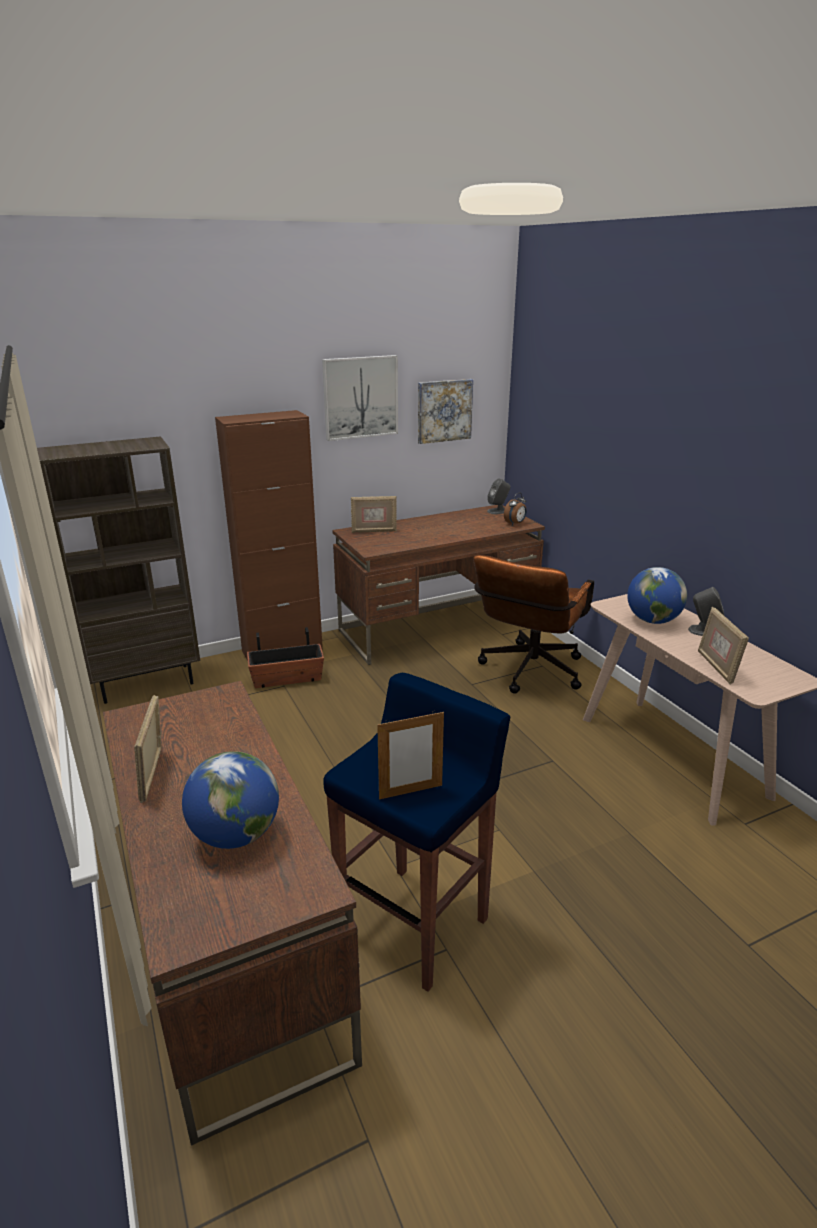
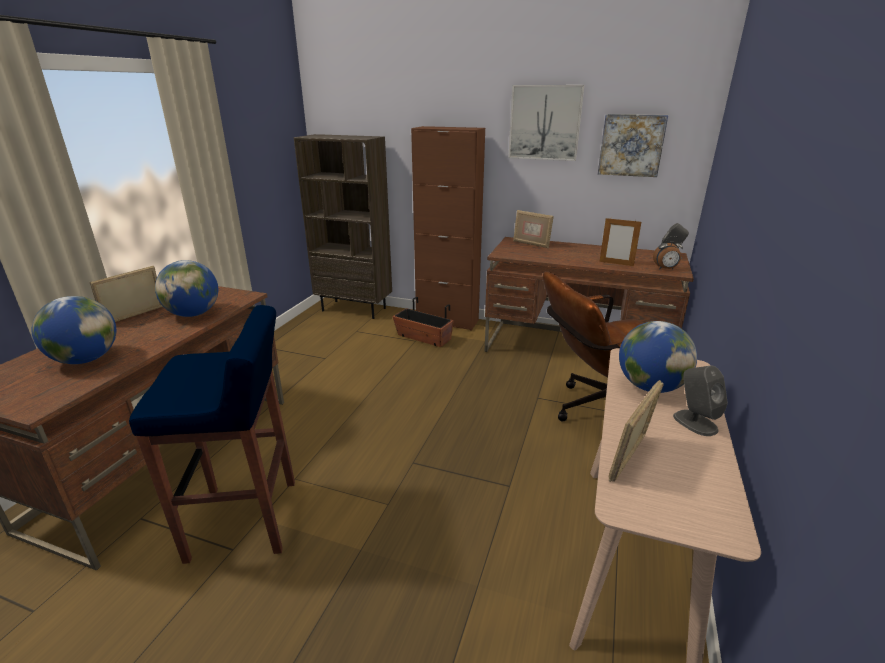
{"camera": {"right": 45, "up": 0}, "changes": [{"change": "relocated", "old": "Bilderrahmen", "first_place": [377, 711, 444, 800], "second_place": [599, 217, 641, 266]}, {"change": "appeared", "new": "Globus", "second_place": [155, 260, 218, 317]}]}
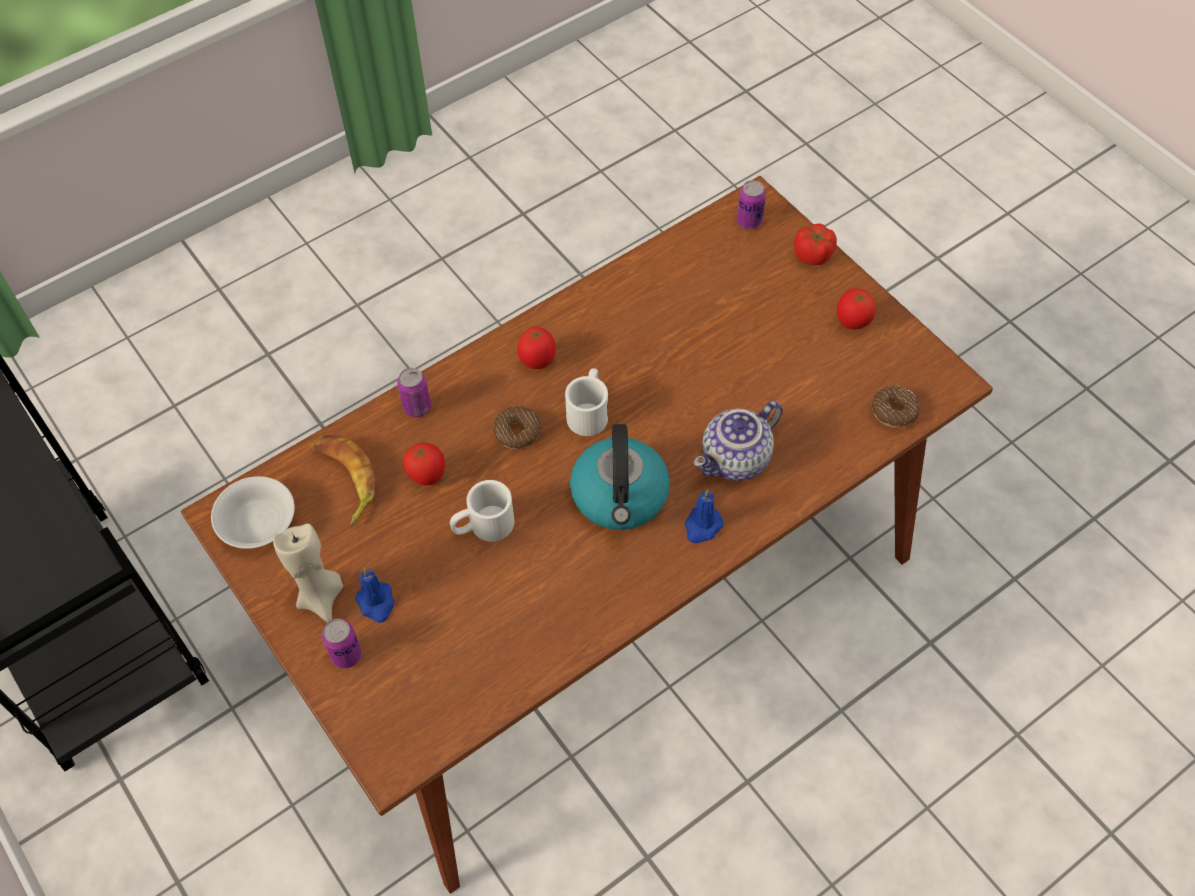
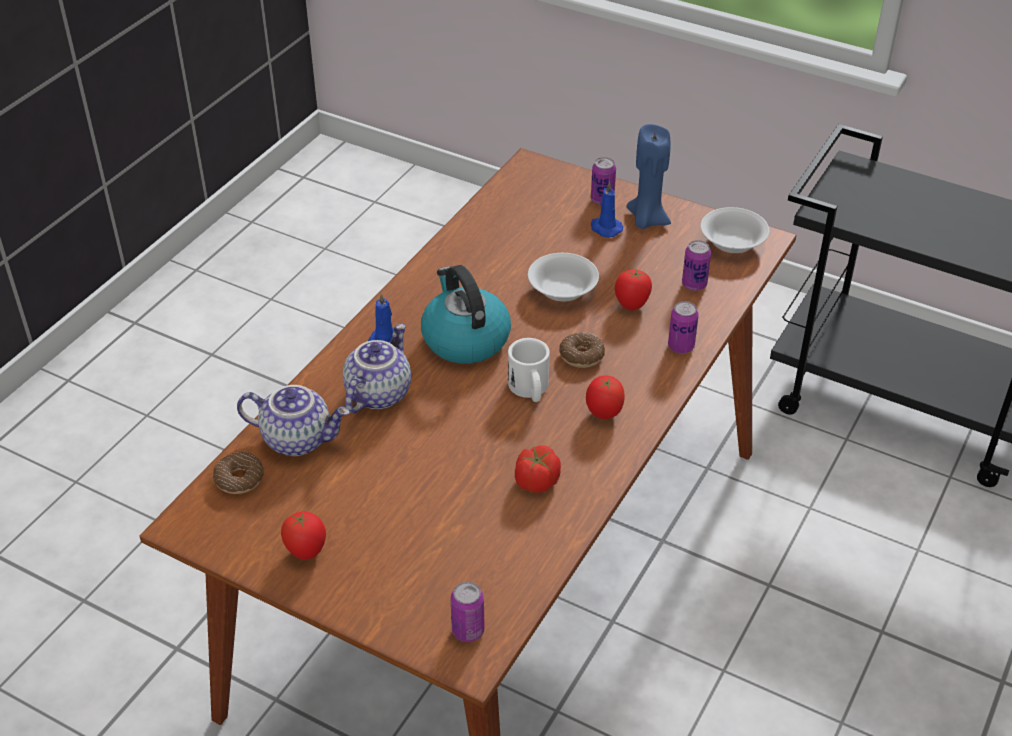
{"camera": {"right": 155, "up": -15}, "changes": [{"change": "colour", "old": "Kerze/beige", "new": "Kerze/blau", "first_place": [273, 523, 343, 622], "second_place": [627, 124, 671, 229]}, {"change": "exchanged", "old": "Banane", "new": "Dose", "first_place": [311, 435, 375, 525], "second_place": [682, 240, 711, 291]}, {"change": "exchanged", "old": "Henkelbecher/weiß", "new": "Schüssel/weiß", "first_place": [450, 480, 514, 542], "second_place": [528, 253, 599, 301]}, {"change": "relocated", "old": "Tomate", "first_place": [794, 223, 837, 265], "second_place": [515, 445, 561, 493]}, {"change": "appeared", "new": "Teekanne", "second_place": [237, 385, 350, 456]}]}
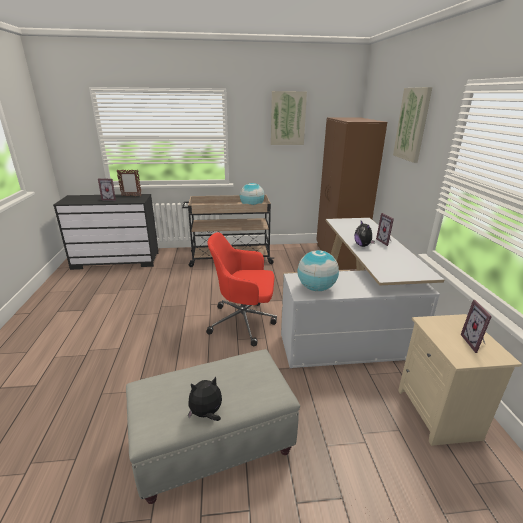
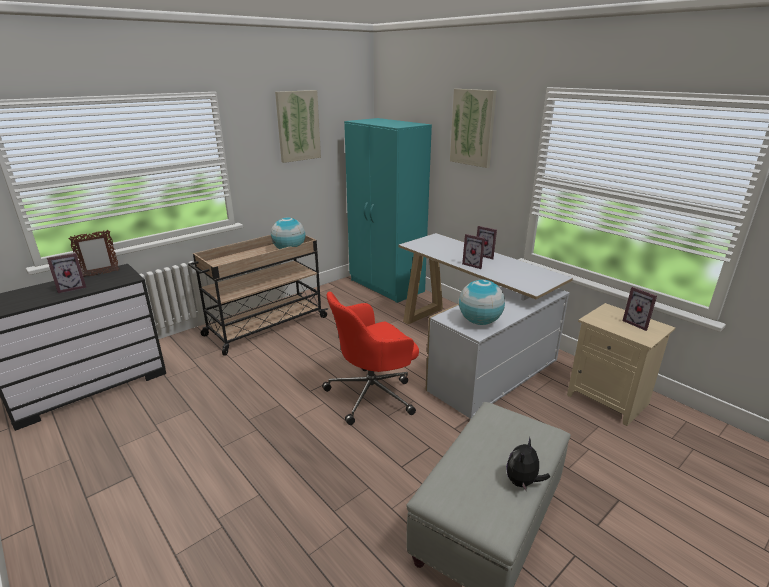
{"camera": {"right": -35, "up": 0}, "changes": [{"change": "colour", "old": "Kleiderschrank/braun", "new": "Kleiderschrank/türkis", "first_place": [316, 117, 387, 270], "second_place": [344, 118, 432, 303]}, {"change": "exchanged", "old": "Plüschtier", "new": "Bilderrahmen", "first_place": [354, 221, 375, 247], "second_place": [462, 234, 485, 269]}]}
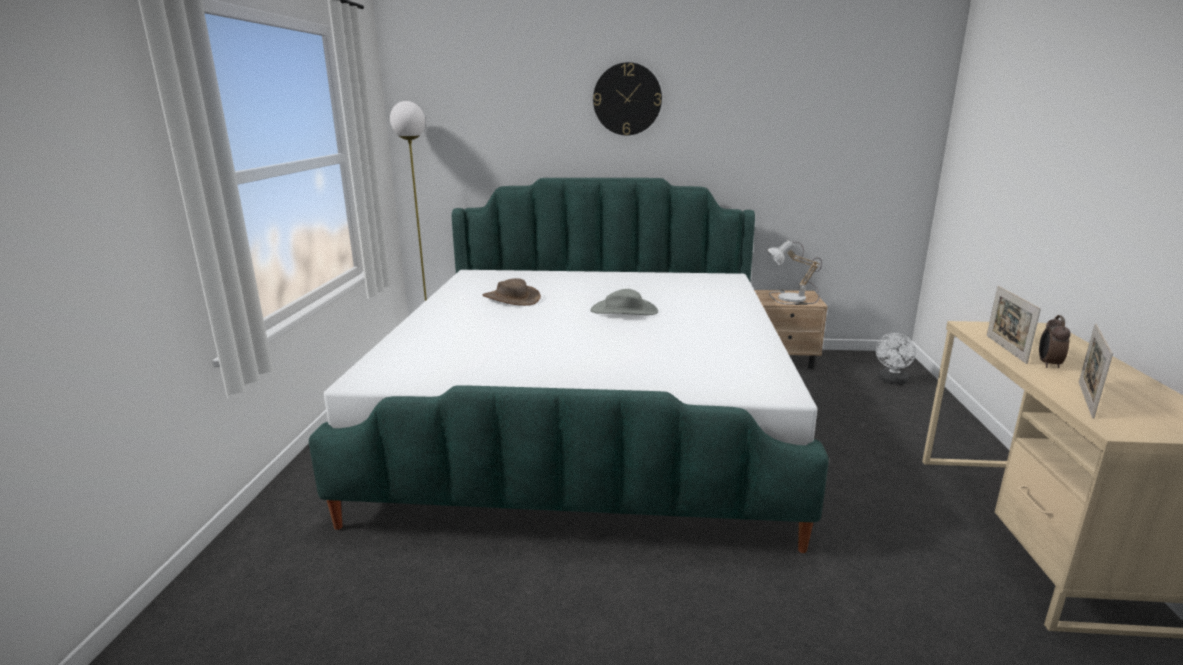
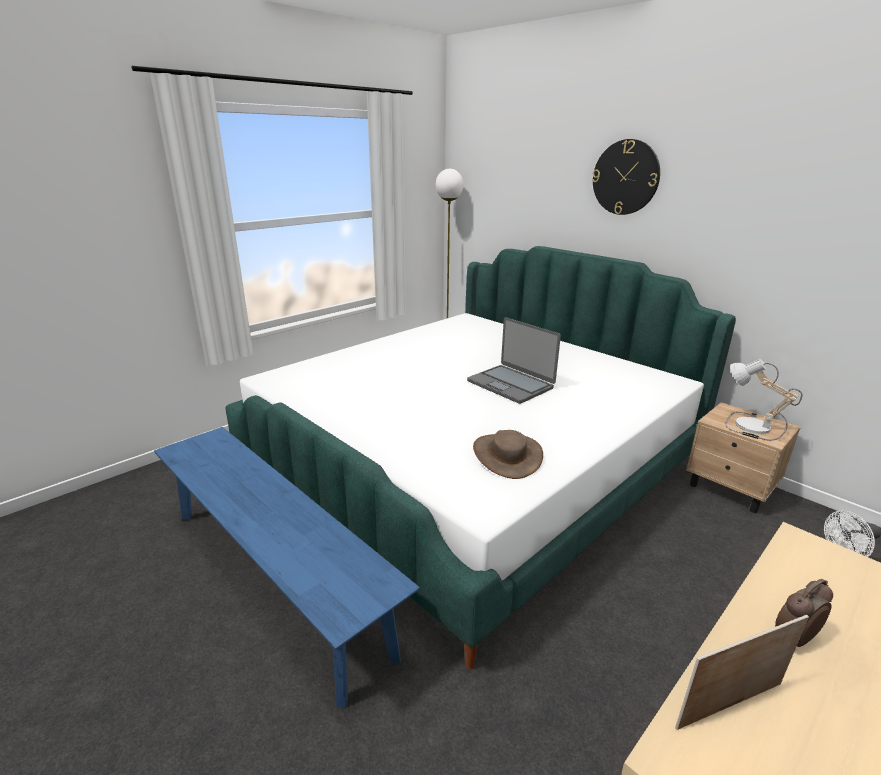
{"camera": {"right": 40, "up": 5}, "changes": [{"change": "relocated", "old": "Hut/braun", "first_place": [482, 278, 541, 306], "second_place": [473, 430, 543, 479]}, {"change": "exchanged", "old": "Hut/grau", "new": "Laptop", "first_place": [590, 289, 658, 315], "second_place": [467, 317, 561, 404]}, {"change": "missing", "old": "Bilderrahmen", "first_place": [987, 286, 1041, 364]}, {"change": "appeared", "new": "Bank/blau", "second_place": [154, 427, 420, 708]}]}
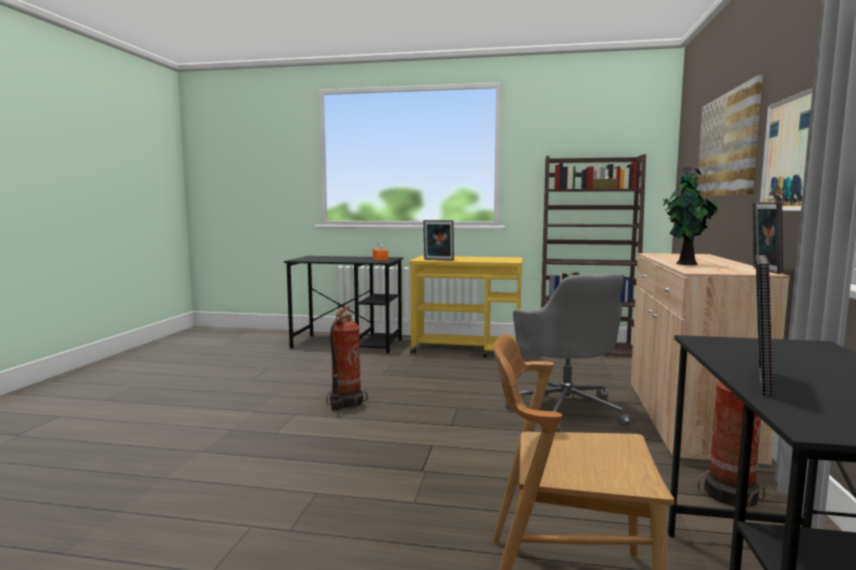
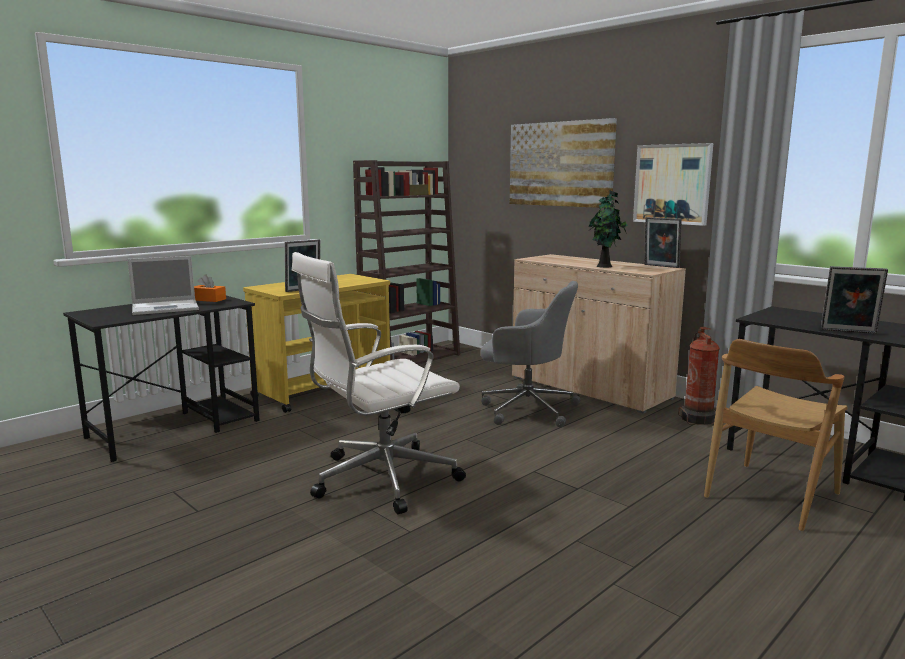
{"camera": {"right": -55, "up": 5}, "changes": [{"change": "exchanged", "old": "Feuerlöscher", "new": "Bürostuhl/weiß", "first_place": [326, 306, 368, 411], "second_place": [292, 252, 466, 514]}, {"change": "spun", "old": "Bilderrahmen", "first_place": [755, 255, 773, 396], "second_place": [821, 266, 888, 334], "degrees": -45}, {"change": "appeared", "new": "Laptop", "second_place": [127, 256, 199, 315]}]}
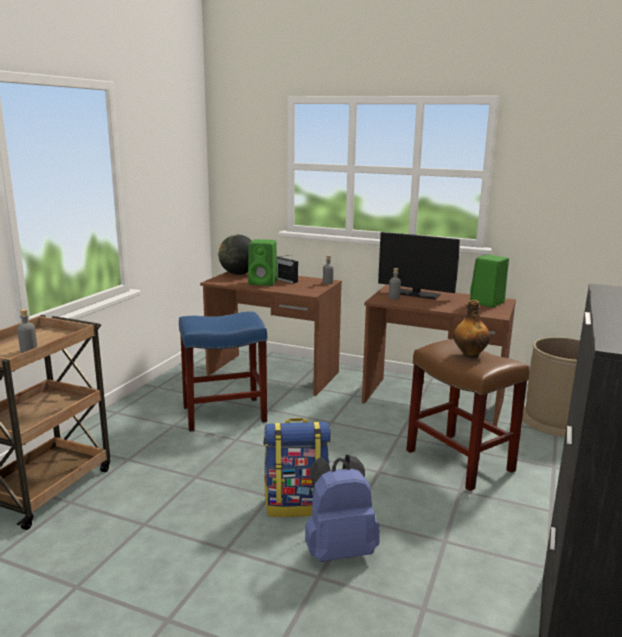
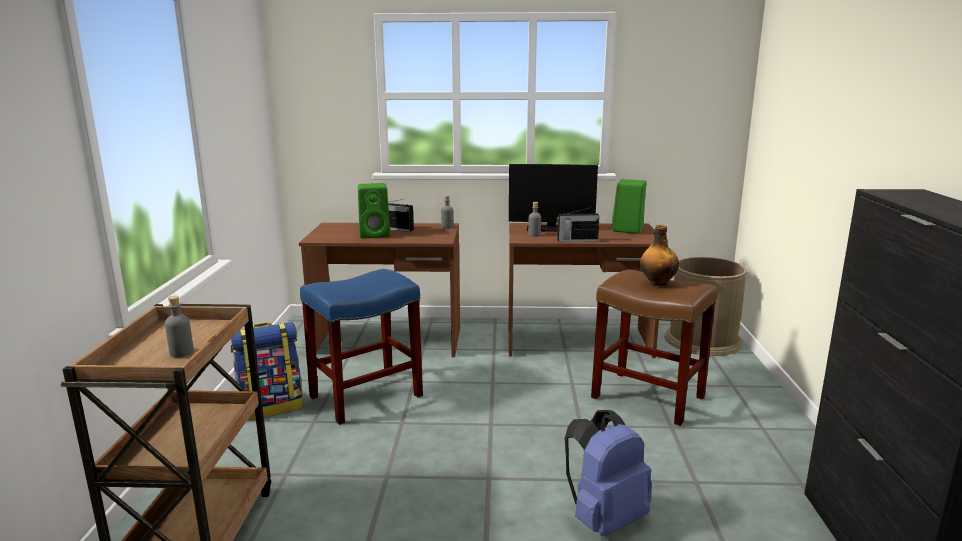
{"camera": {"right": -20, "up": 0}, "changes": [{"change": "missing", "old": "Globus", "first_place": [218, 235, 252, 275]}, {"change": "relocated", "old": "Rucksack", "first_place": [263, 418, 331, 517], "second_place": [230, 322, 303, 420]}, {"change": "appeared", "new": "Radio", "second_place": [557, 207, 600, 242]}]}
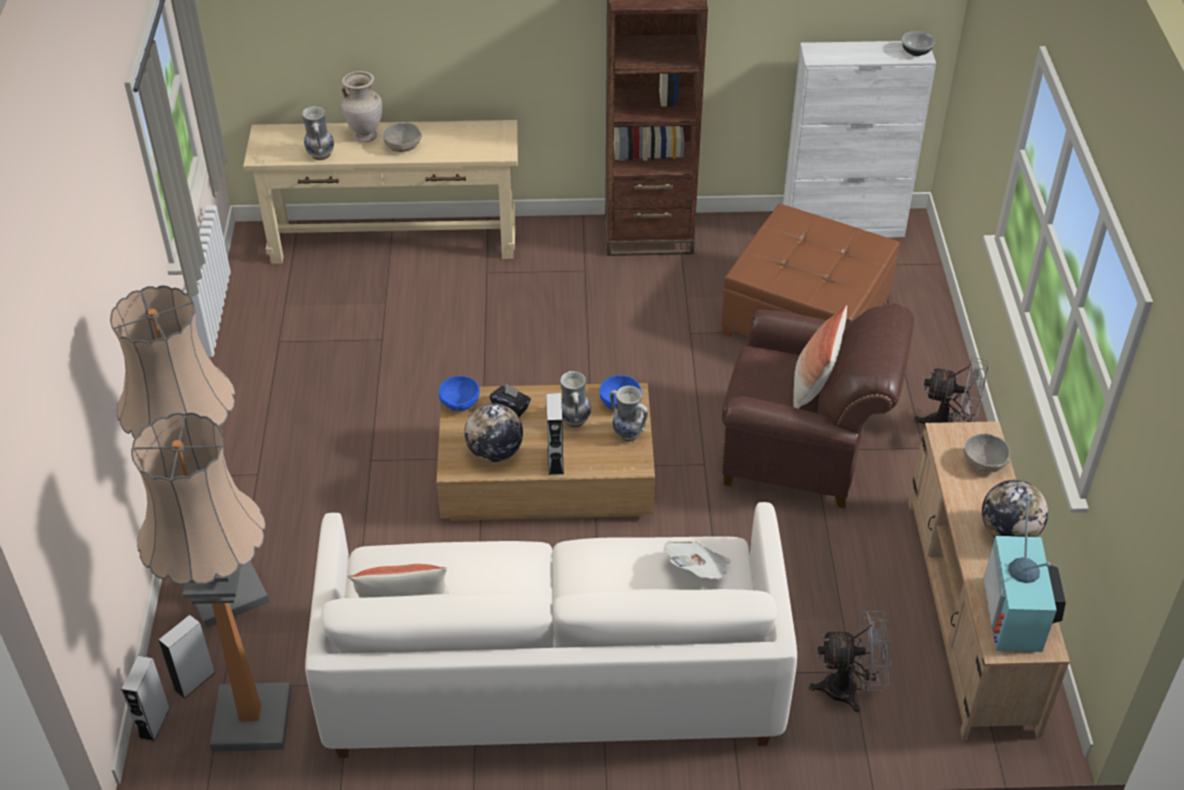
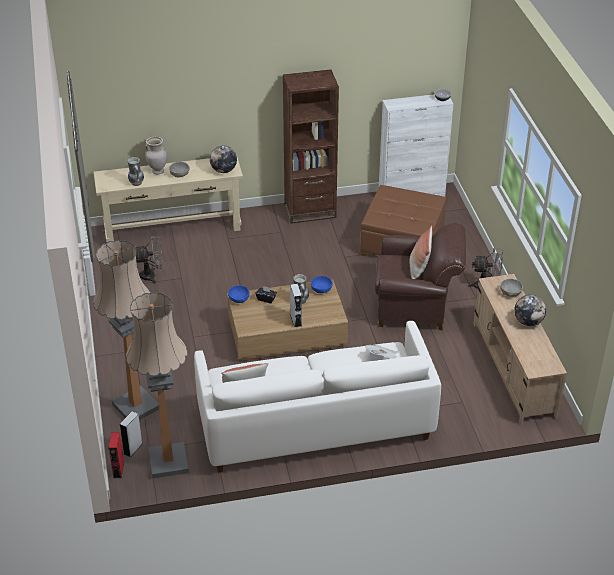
{"camera": {"right": -10, "up": -5}, "changes": [{"change": "colour", "old": "Lautsprecher/grau", "new": "Lautsprecher/rot", "first_place": [121, 656, 170, 742], "second_place": [108, 432, 124, 478]}, {"change": "relocated", "old": "Globus", "first_place": [464, 403, 523, 462], "second_place": [210, 146, 237, 173]}, {"change": "missing", "old": "Vase", "first_place": [610, 386, 648, 442]}, {"change": "relocated", "old": "Ventilator/grau", "first_place": [809, 611, 892, 713], "second_place": [136, 236, 163, 284]}, {"change": "missing", "old": "Fernseher", "first_place": [983, 496, 1066, 652]}]}
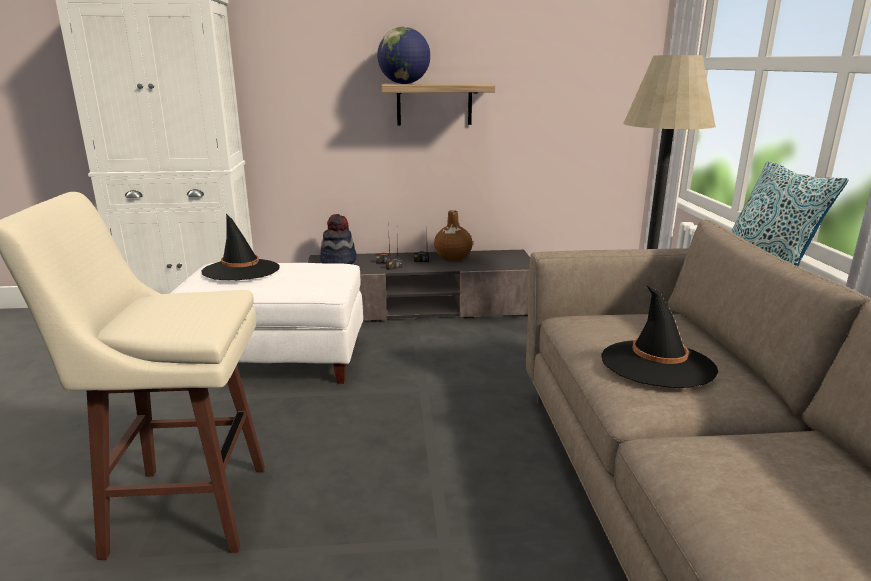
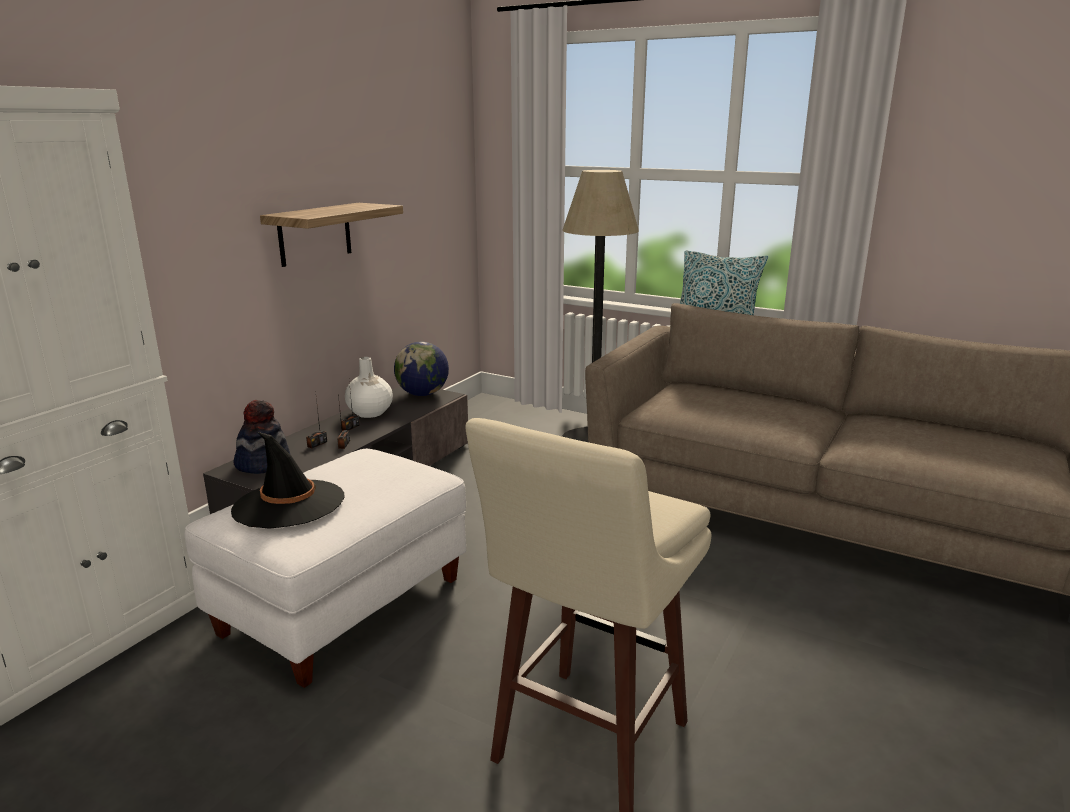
{"camera": {"right": -55, "up": 0}, "changes": [{"change": "relocated", "old": "Globus", "first_place": [377, 27, 430, 84], "second_place": [394, 342, 449, 396]}, {"change": "colour", "old": "Vase/braun", "new": "Vase/weiß", "first_place": [434, 210, 473, 261], "second_place": [345, 357, 393, 418]}, {"change": "missing", "old": "Hut/schwarz", "first_place": [602, 285, 718, 388]}]}
